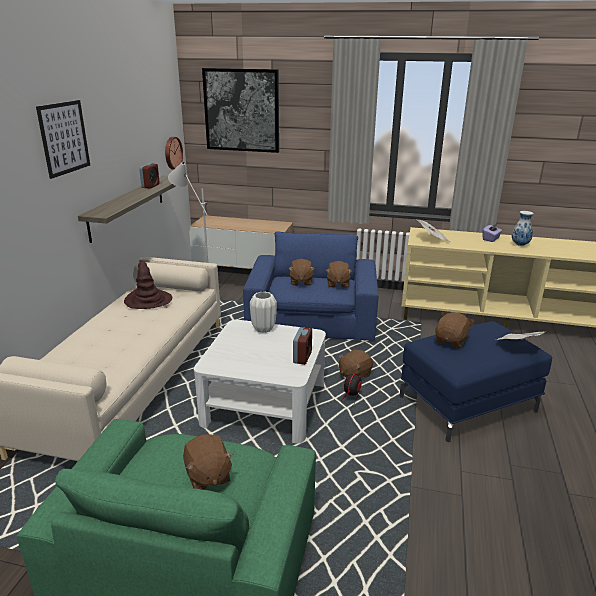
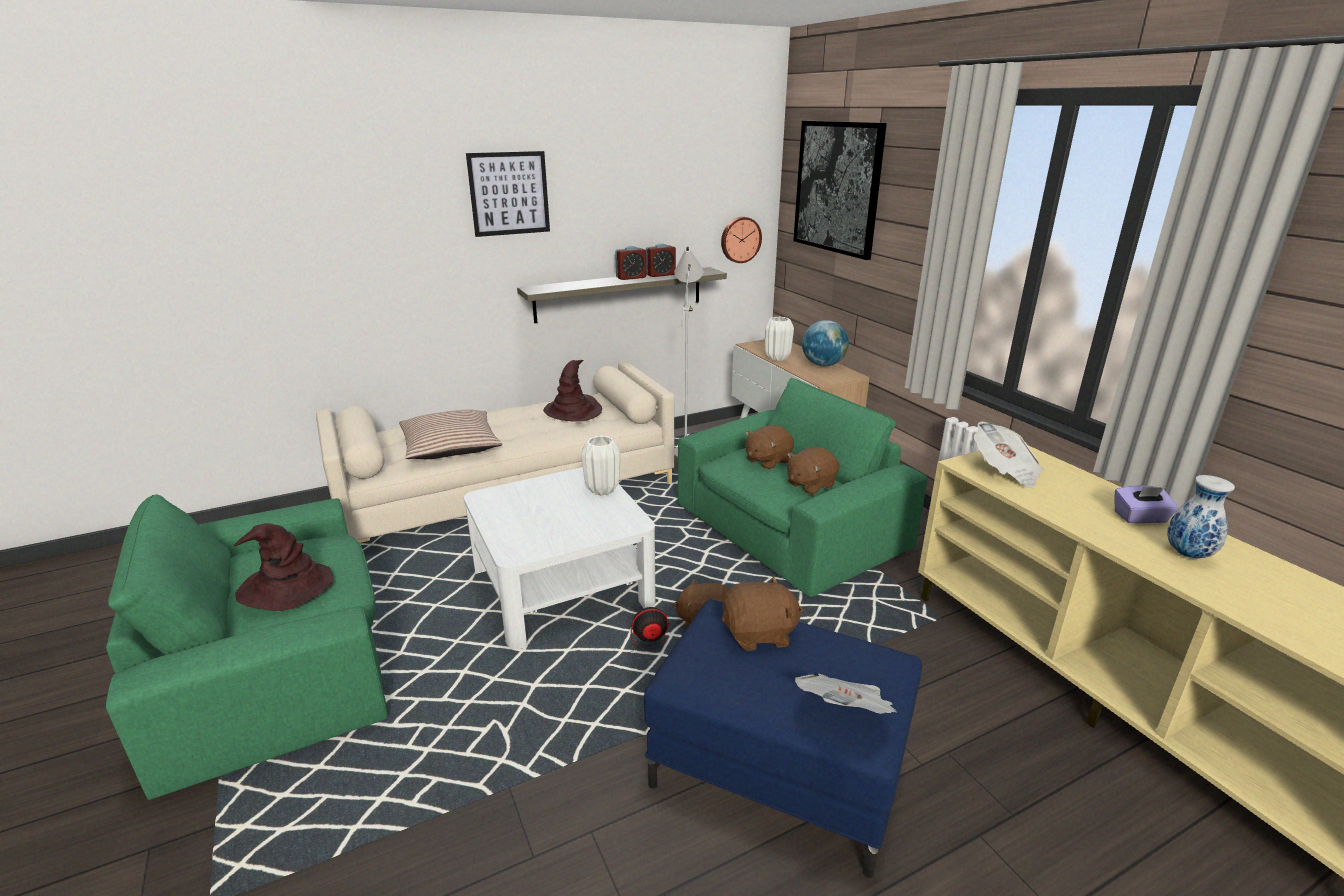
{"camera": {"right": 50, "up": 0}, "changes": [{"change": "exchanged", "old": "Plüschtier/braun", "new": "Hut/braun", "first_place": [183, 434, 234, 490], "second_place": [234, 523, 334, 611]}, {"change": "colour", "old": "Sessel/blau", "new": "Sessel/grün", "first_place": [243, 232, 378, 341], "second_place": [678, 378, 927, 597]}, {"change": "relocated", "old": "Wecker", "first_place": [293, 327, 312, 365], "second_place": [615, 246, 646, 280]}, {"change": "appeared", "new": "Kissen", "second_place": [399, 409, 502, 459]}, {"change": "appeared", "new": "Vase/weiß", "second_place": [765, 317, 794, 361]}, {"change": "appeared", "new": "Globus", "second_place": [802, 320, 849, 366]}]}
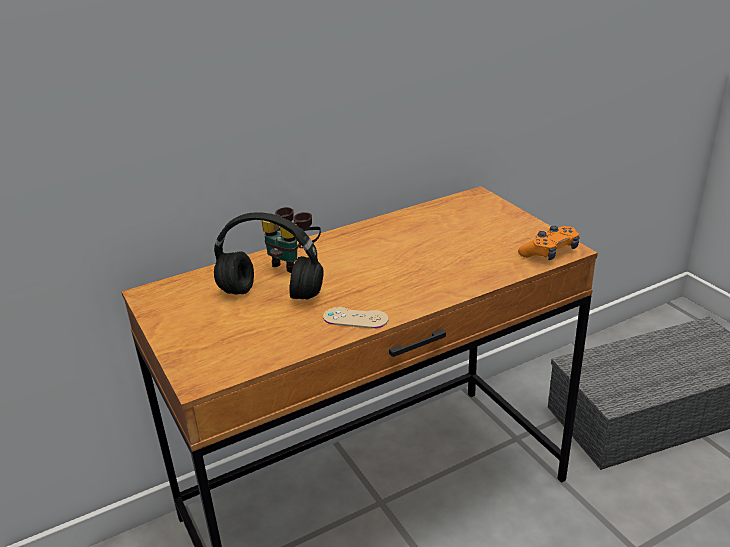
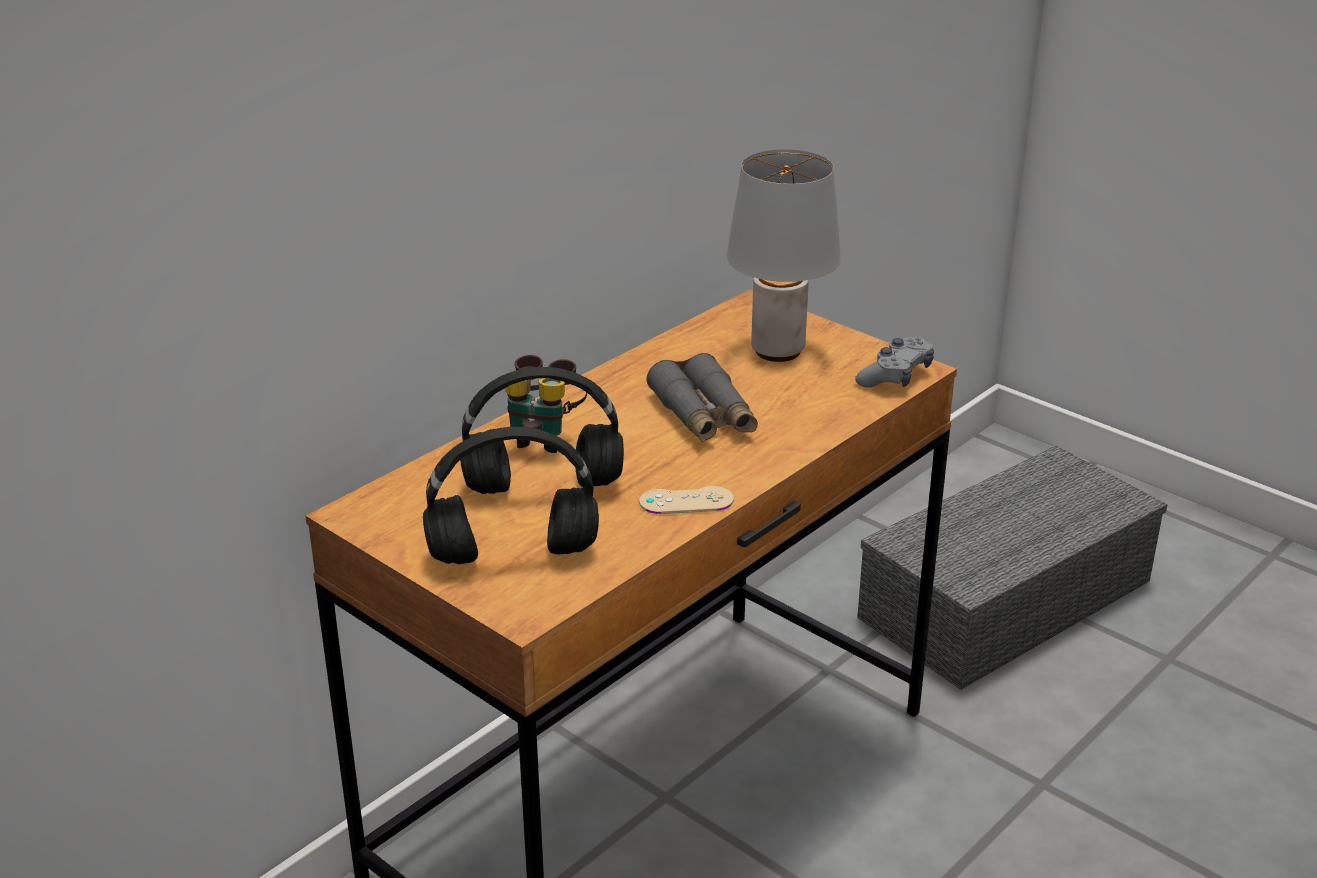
{"camera": {"right": -20, "up": 0}, "changes": [{"change": "colour", "old": "Gamepad/orange", "new": "Gamepad/grau", "first_place": [518, 226, 580, 260], "second_place": [855, 337, 934, 388]}, {"change": "appeared", "new": "Kopfhörer/schwarz", "second_place": [423, 427, 599, 565]}, {"change": "appeared", "new": "Fernglas/grau", "second_place": [647, 353, 758, 442]}, {"change": "appeared", "new": "Tischlampe/grau", "second_place": [727, 150, 841, 362]}]}
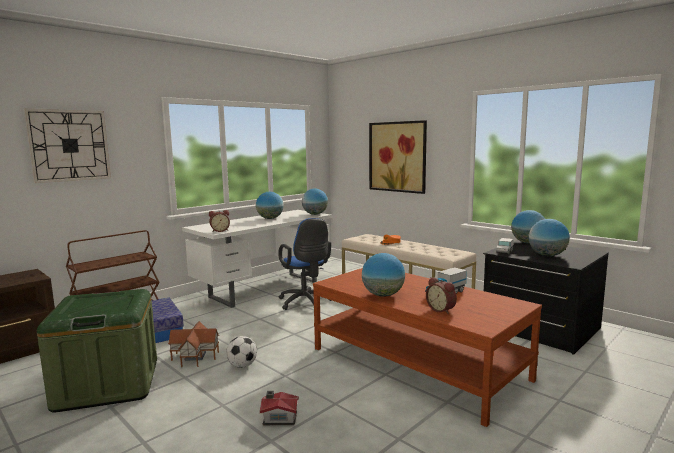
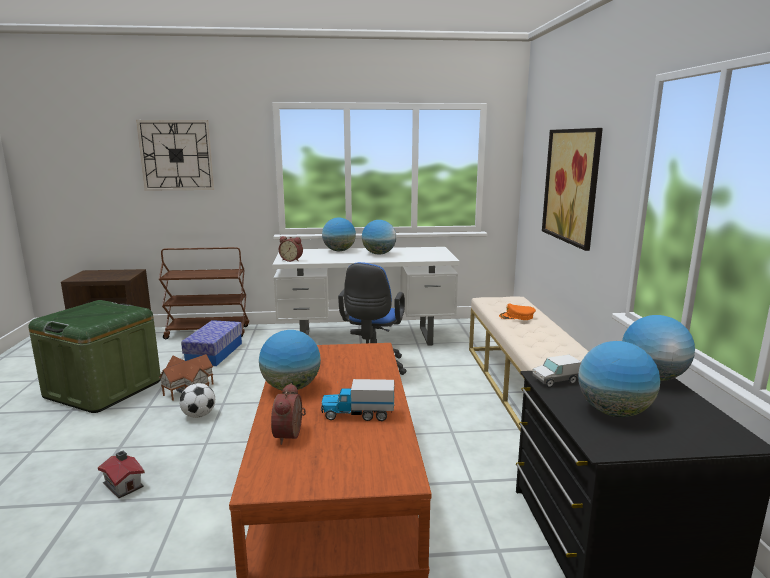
{"camera": {"right": 40, "up": 5}, "changes": [{"change": "relocated", "old": "Globus", "first_place": [302, 188, 328, 215], "second_place": [322, 217, 356, 251]}]}
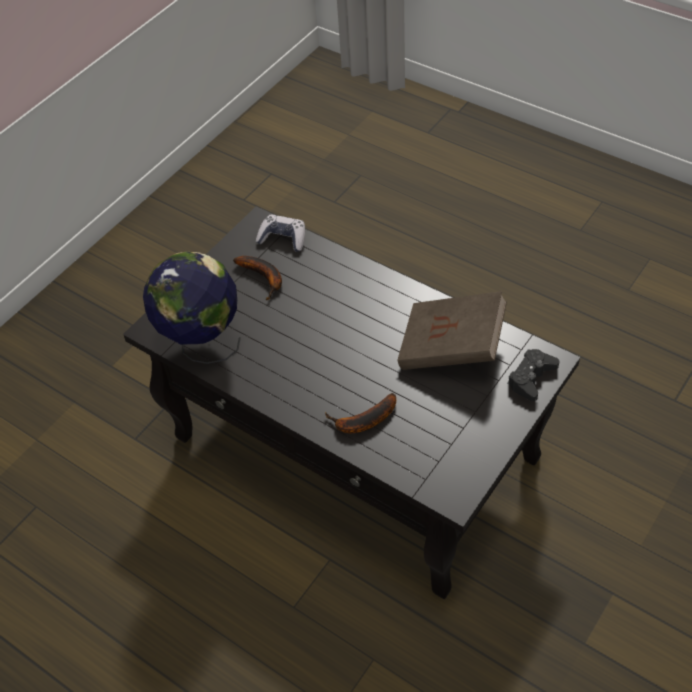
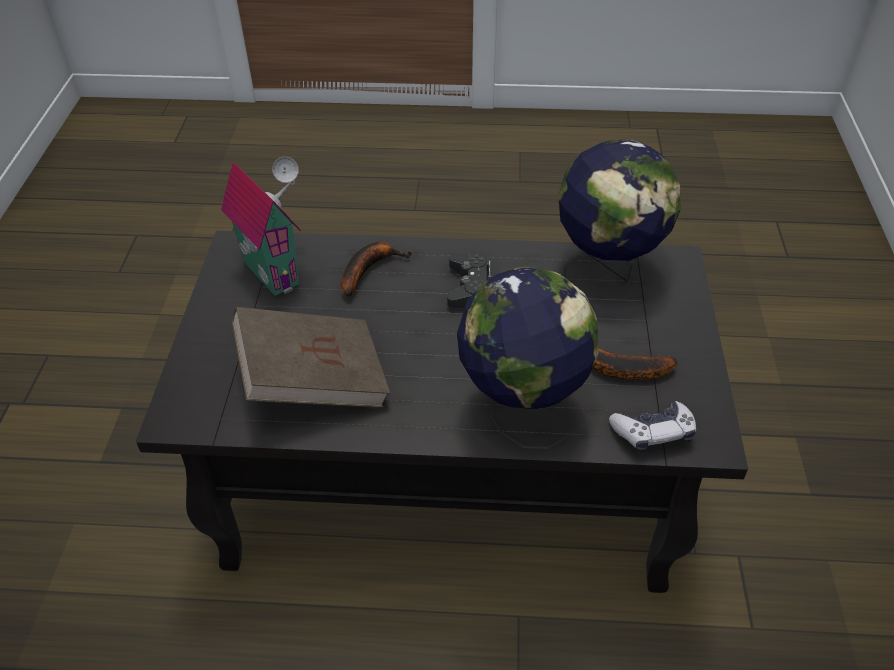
{"camera": {"right": 145, "up": -5}, "changes": [{"change": "relocated", "old": "Gamepad/schwarz", "first_place": [507, 349, 559, 401], "second_place": [447, 253, 491, 308]}, {"change": "appeared", "new": "Spielzeughaus", "second_place": [221, 157, 301, 296]}, {"change": "appeared", "new": "Globus", "second_place": [457, 266, 599, 449]}]}
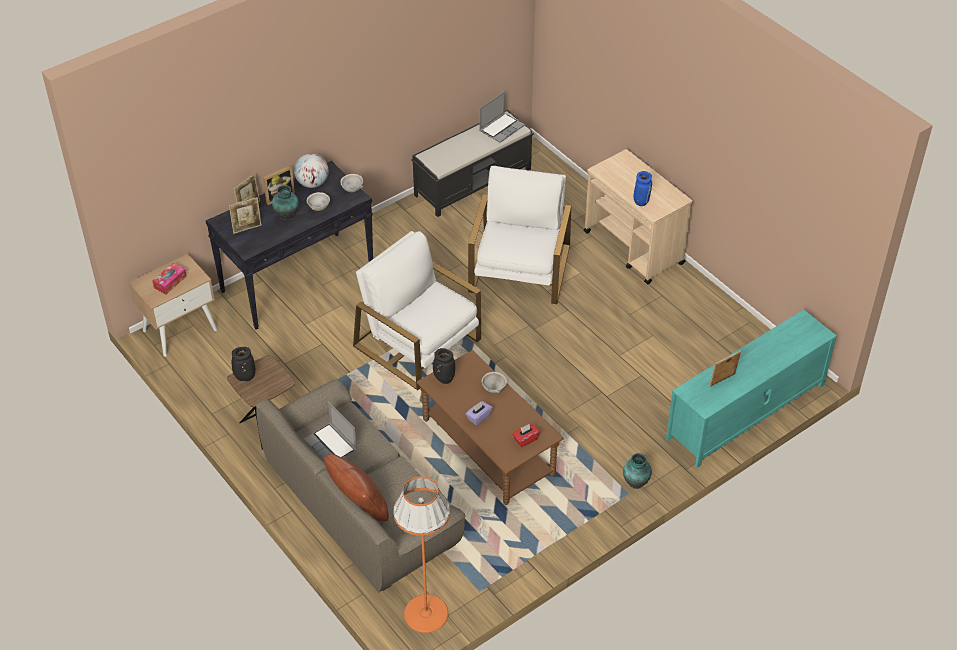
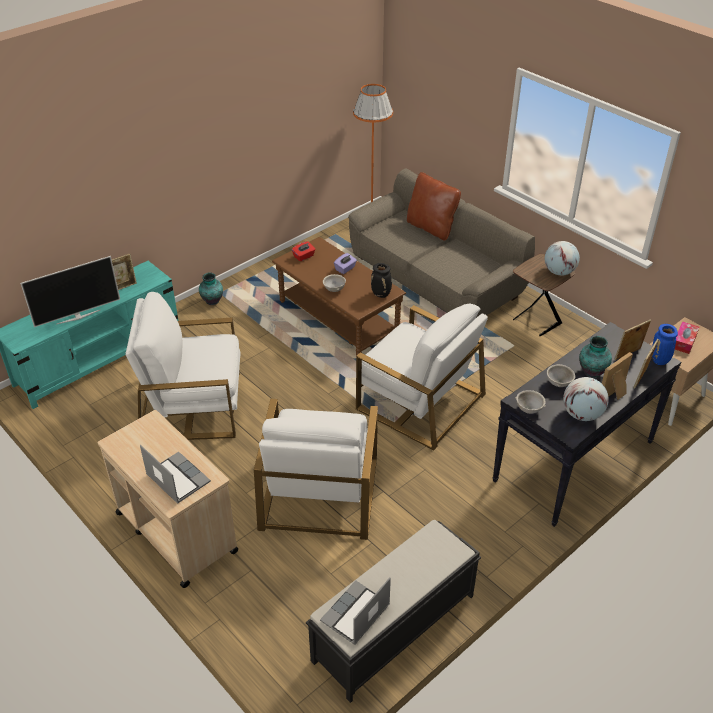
{"camera": {"right": 175, "up": -5}, "changes": [{"change": "exchanged", "old": "Vase/schwarz", "new": "Globus", "first_place": [232, 347, 255, 381], "second_place": [545, 241, 580, 276]}, {"change": "relocated", "old": "Laptop", "first_place": [304, 401, 357, 460], "second_place": [140, 445, 211, 504]}, {"change": "relocated", "old": "Vase/blau", "first_place": [633, 171, 652, 206], "second_place": [652, 324, 678, 365]}, {"change": "appeared", "new": "Fernseher", "second_place": [20, 256, 120, 327]}, {"change": "appeared", "new": "Sessel/weiß", "second_place": [125, 292, 241, 440]}]}
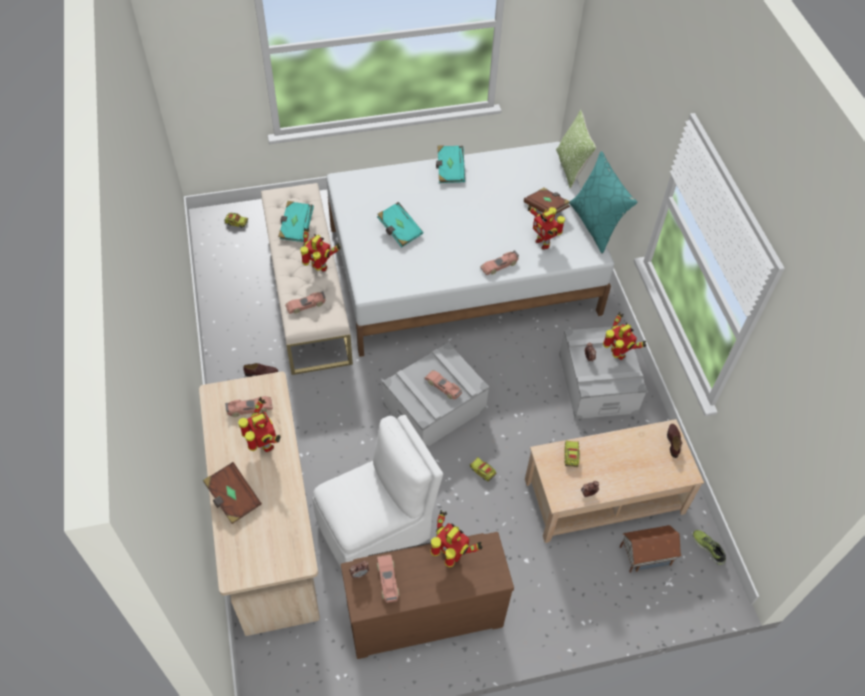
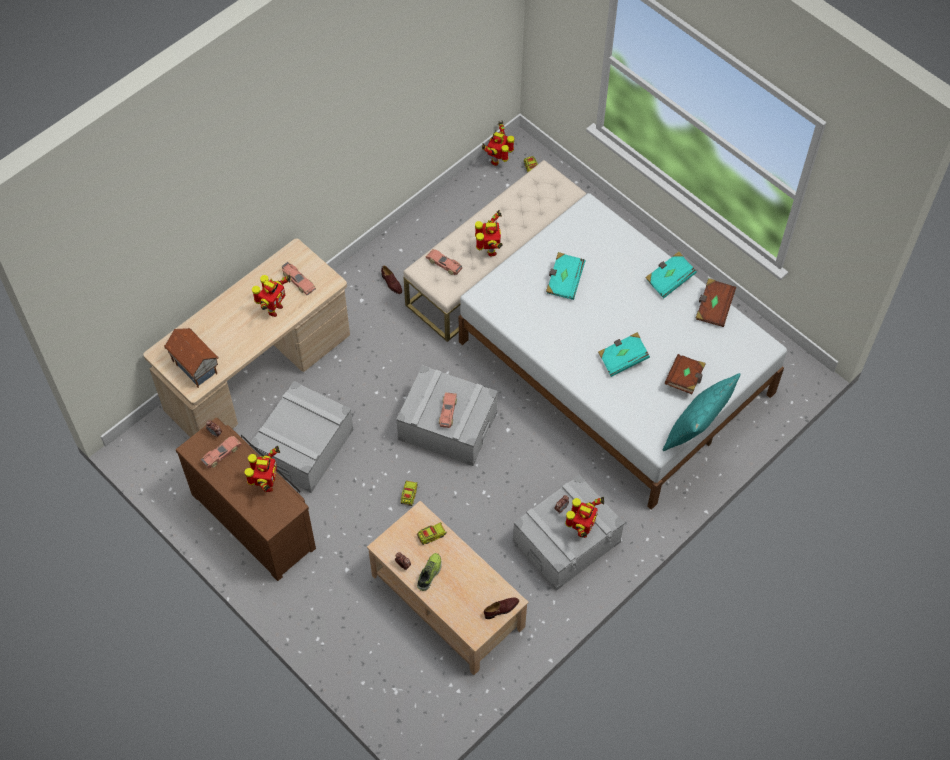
{"camera": {"right": 60, "up": 5}, "changes": [{"change": "relocated", "old": "Buch/braun", "first_place": [203, 462, 262, 524], "second_place": [696, 278, 736, 327]}, {"change": "relocated", "old": "Buch/türkis", "first_place": [278, 201, 314, 242], "second_place": [598, 332, 650, 377]}, {"change": "exchanged", "old": "Stuhl/weiß", "new": "Aufbewahrungsbox/grau", "first_place": [312, 415, 443, 568], "second_place": [250, 381, 353, 493]}, {"change": "missing", "old": "Spielzeugauto", "first_place": [480, 250, 519, 275]}, {"change": "relocated", "old": "Spielzeugroboter", "first_place": [528, 205, 565, 249], "second_place": [482, 121, 514, 166]}, {"change": "missing", "old": "Kissen", "first_place": [556, 110, 596, 188]}, {"change": "relocated", "old": "Spielzeughaus", "first_place": [620, 525, 682, 573], "second_place": [164, 328, 219, 388]}, {"change": "relocated", "old": "Schuh", "first_place": [693, 530, 726, 565], "second_place": [417, 553, 442, 591]}]}
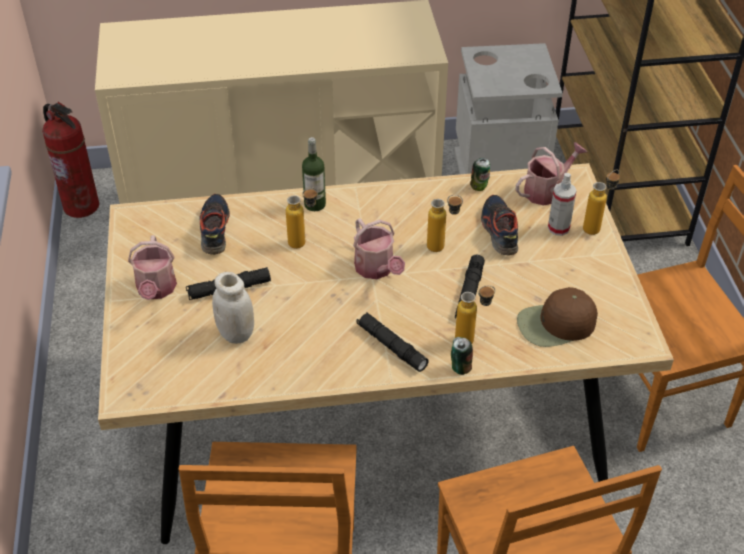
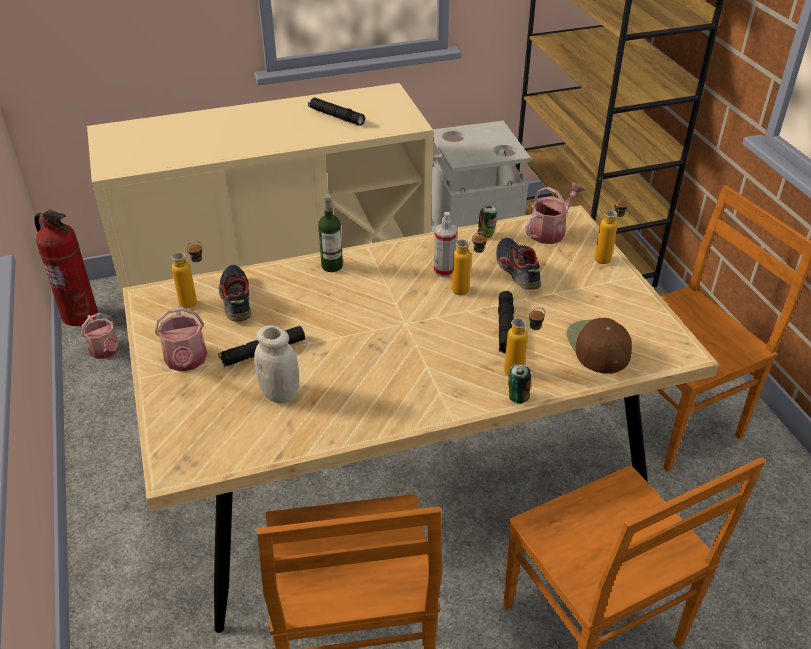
{"camera": {"right": -10, "up": -5}, "changes": [{"change": "relocated", "old": "Flasche", "first_place": [286, 187, 318, 249], "second_place": [172, 241, 203, 308]}, {"change": "relocated", "old": "Gießkanne", "first_place": [353, 218, 405, 279], "second_place": [81, 313, 119, 359]}, {"change": "relocated", "old": "Taschenlampe/schwarz", "first_place": [356, 313, 429, 372], "second_place": [308, 98, 365, 126]}, {"change": "spun", "old": "Kappe/braun", "first_place": [517, 287, 598, 347], "second_place": [567, 318, 632, 374], "degrees": 105}, {"change": "relocated", "old": "Sprühflasche", "first_place": [548, 173, 577, 236], "second_place": [434, 212, 457, 277]}]}
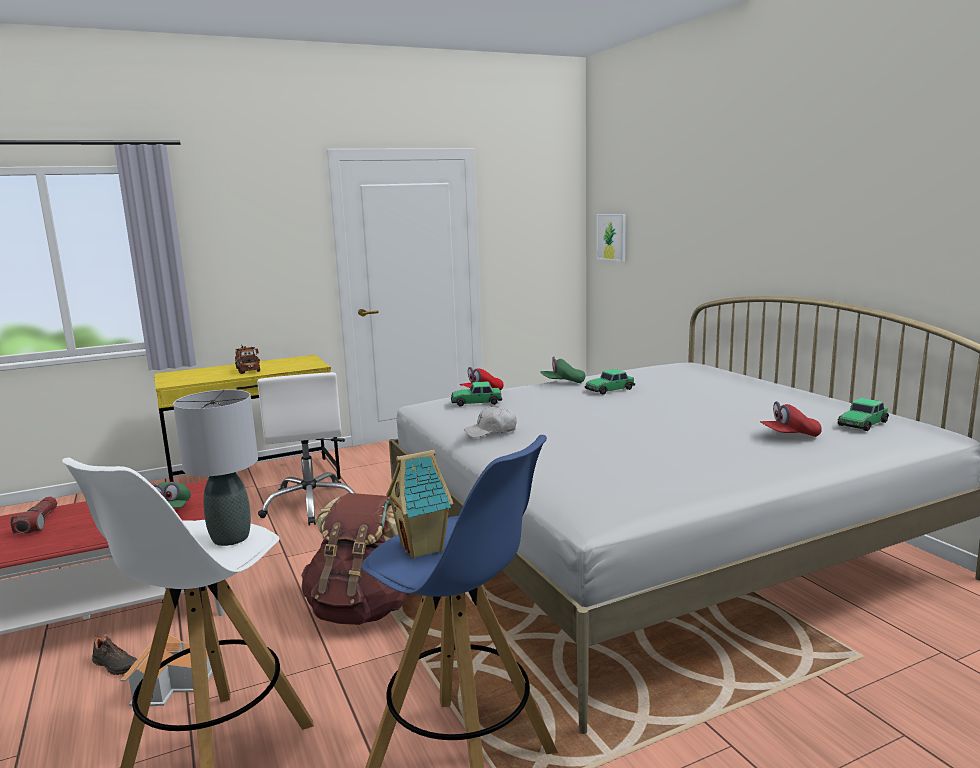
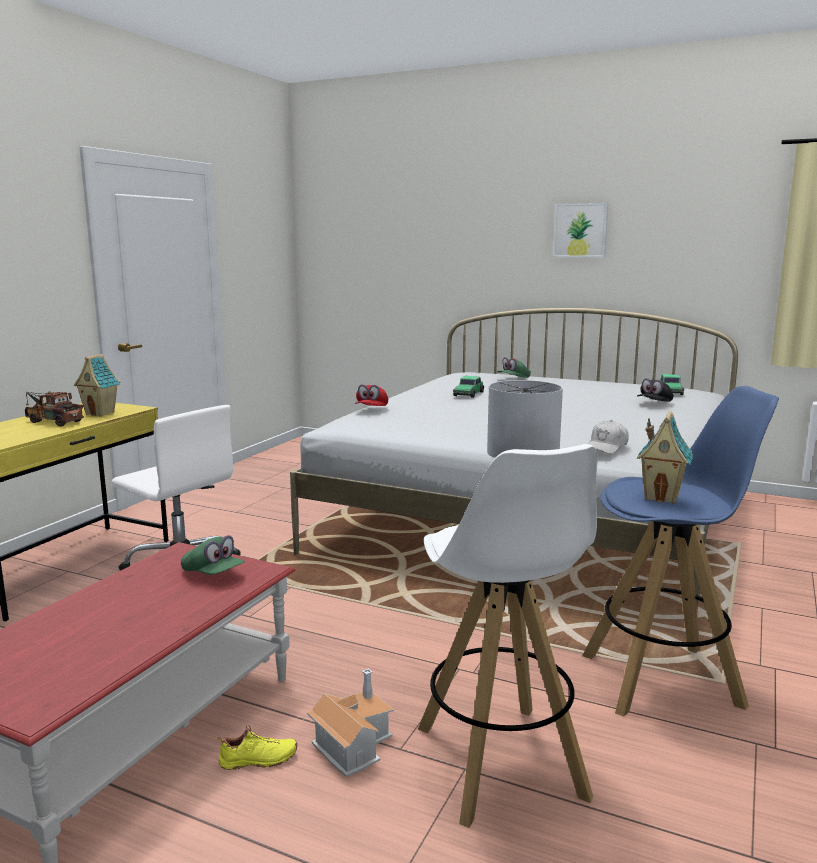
{"camera": {"right": -40, "up": 0}, "changes": [{"change": "missing", "old": "Taschenlampe", "first_place": [10, 497, 57, 534]}, {"change": "colour", "old": "Schuh/schwarz", "new": "Schuh/gelb", "first_place": [92, 634, 137, 675], "second_place": [217, 724, 297, 770]}, {"change": "missing", "old": "Rucksack/braun", "first_place": [301, 493, 409, 625]}, {"change": "missing", "old": "Spielzeugauto", "first_place": [451, 381, 502, 407]}, {"change": "relocated", "old": "Kappe/weiß", "first_place": [464, 406, 517, 437], "second_place": [588, 420, 629, 454]}, {"change": "relocated", "old": "Kappe/grün", "first_place": [540, 356, 585, 383], "second_place": [497, 357, 531, 378]}, {"change": "relocated", "old": "Bild", "first_place": [597, 214, 626, 262], "second_place": [553, 203, 608, 257]}, {"change": "colour", "old": "Kappe/rot", "new": "Kappe/schwarz", "first_place": [760, 401, 822, 437], "second_place": [637, 378, 673, 402]}, {"change": "appeared", "new": "Spielzeughaus", "second_place": [74, 354, 120, 416]}]}
